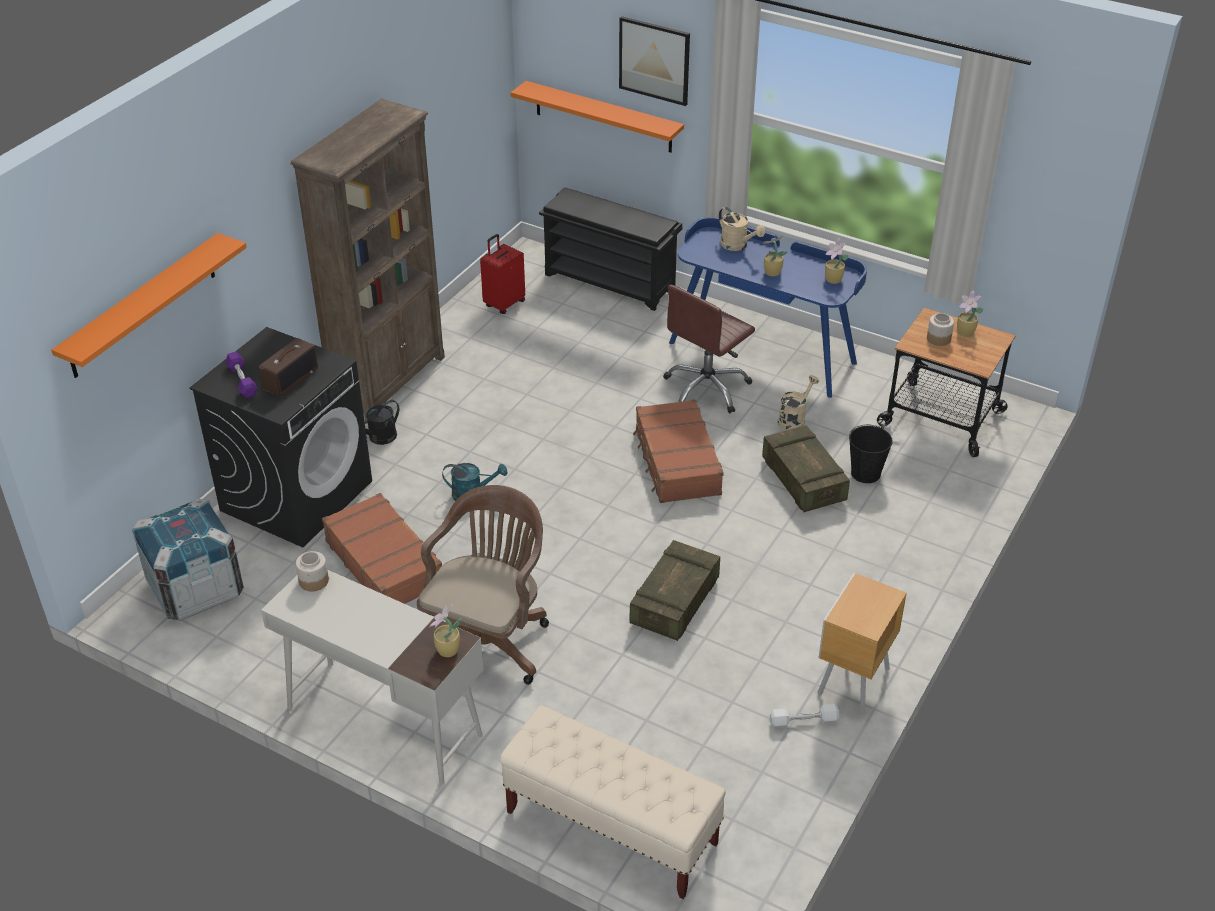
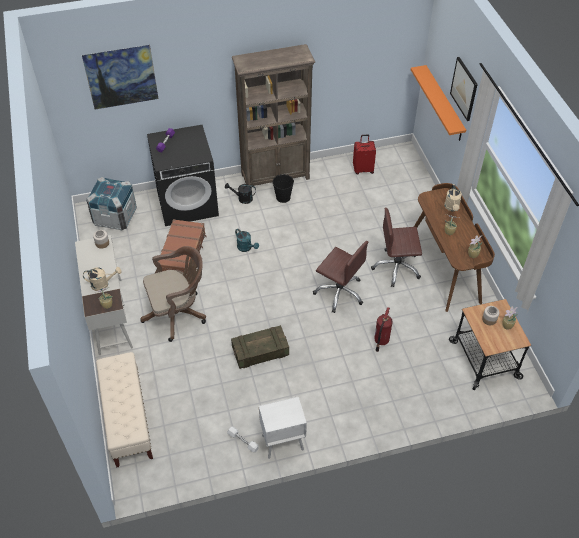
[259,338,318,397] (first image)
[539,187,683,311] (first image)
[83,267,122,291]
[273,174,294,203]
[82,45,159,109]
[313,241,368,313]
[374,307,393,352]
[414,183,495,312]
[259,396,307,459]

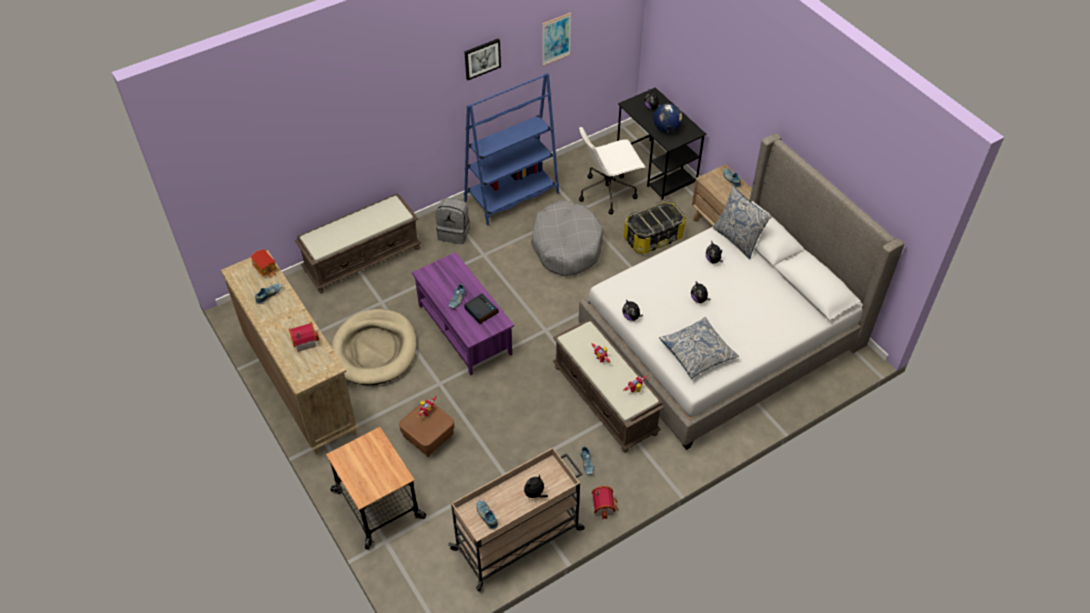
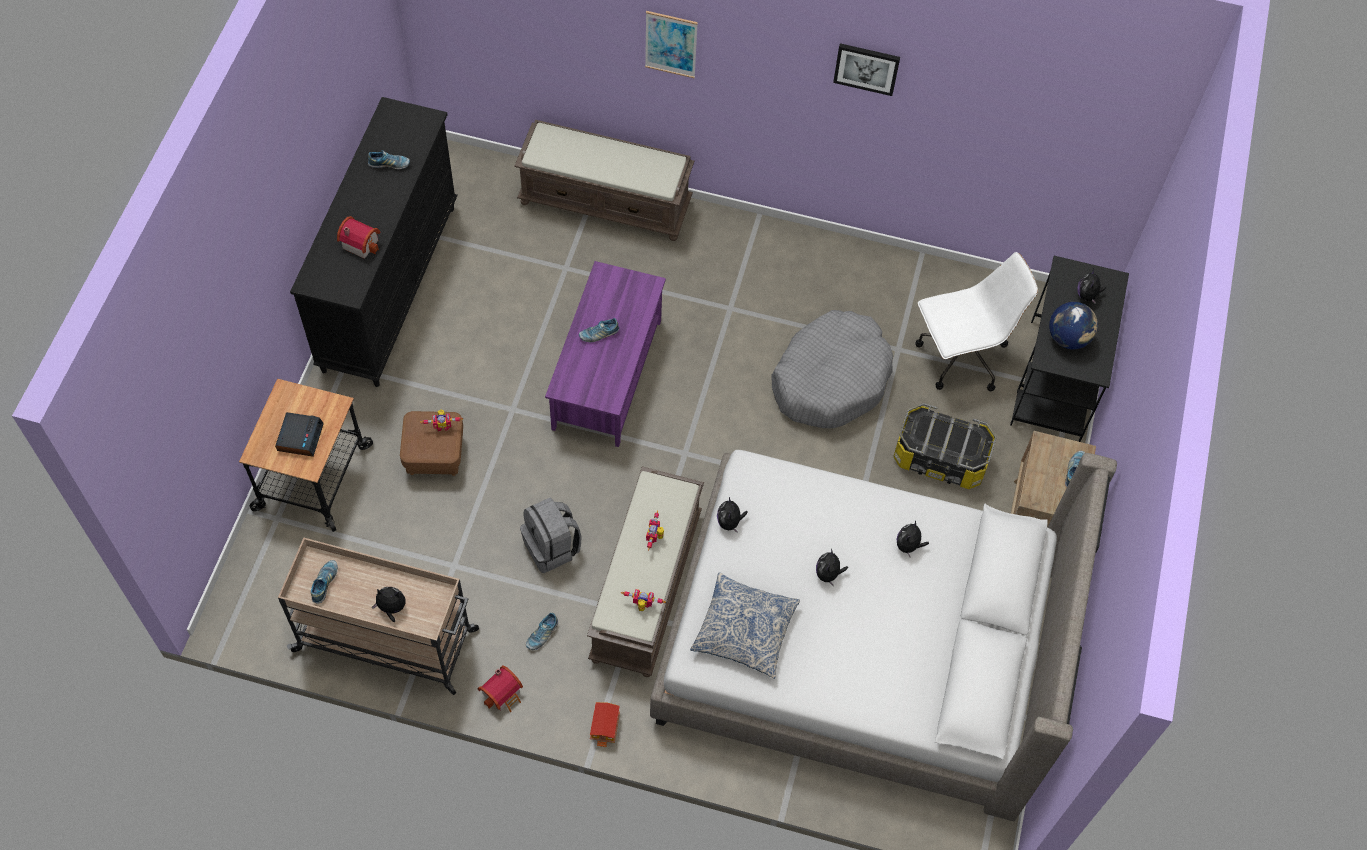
[331,309,417,386] (first image)
[464,73,559,225] (first image)
[713,186,772,259] (first image)
[590,702,620,747]
[520,497,582,573]
[275,412,324,457]
[645,11,698,78]
[290,97,458,387]
[915,252,1038,392]

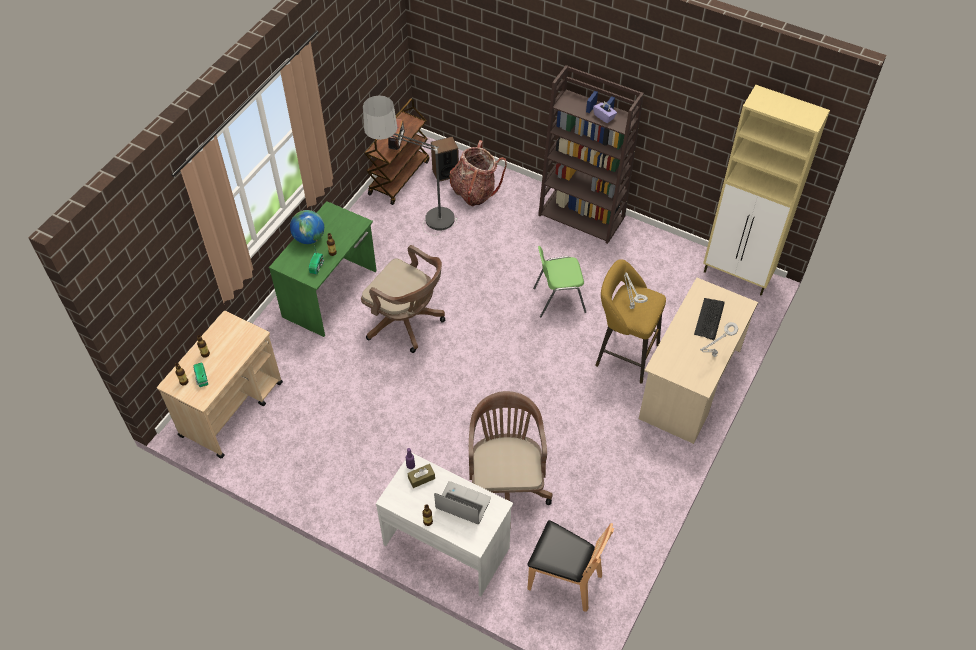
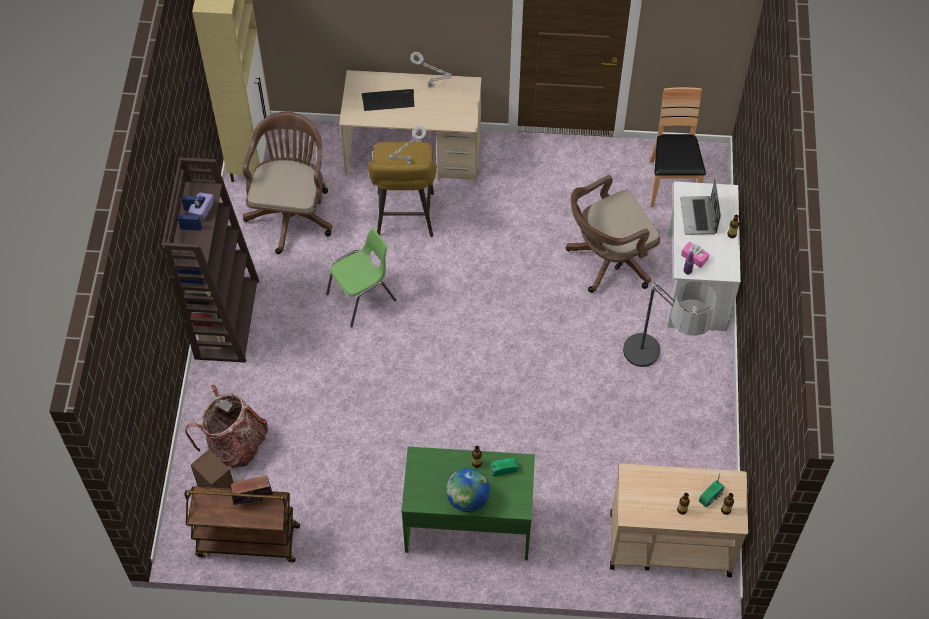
[243,112,332,254]
[623,281,717,368]
[681,241,709,268]
[326,229,396,328]

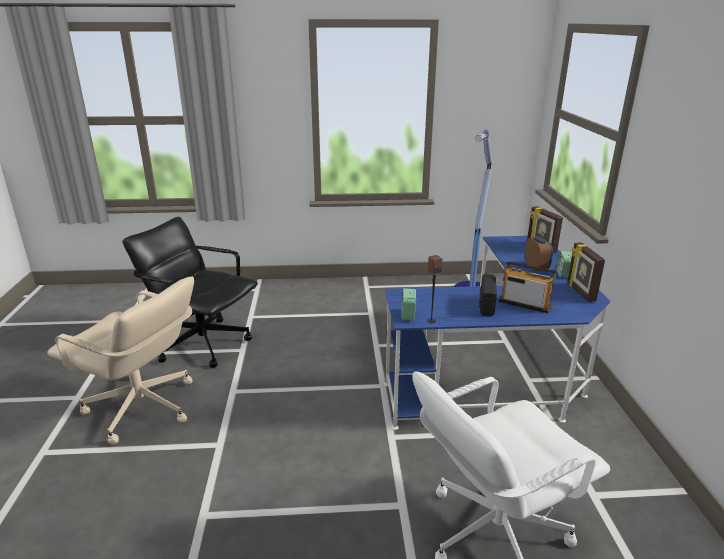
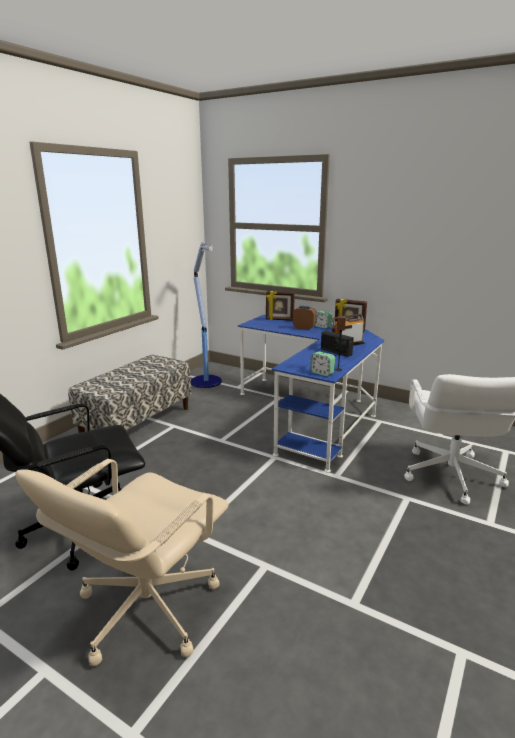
[68,355,191,433]
[15,459,229,666]

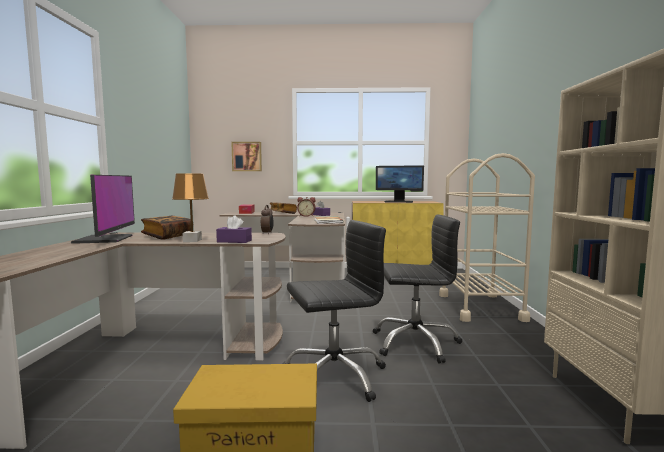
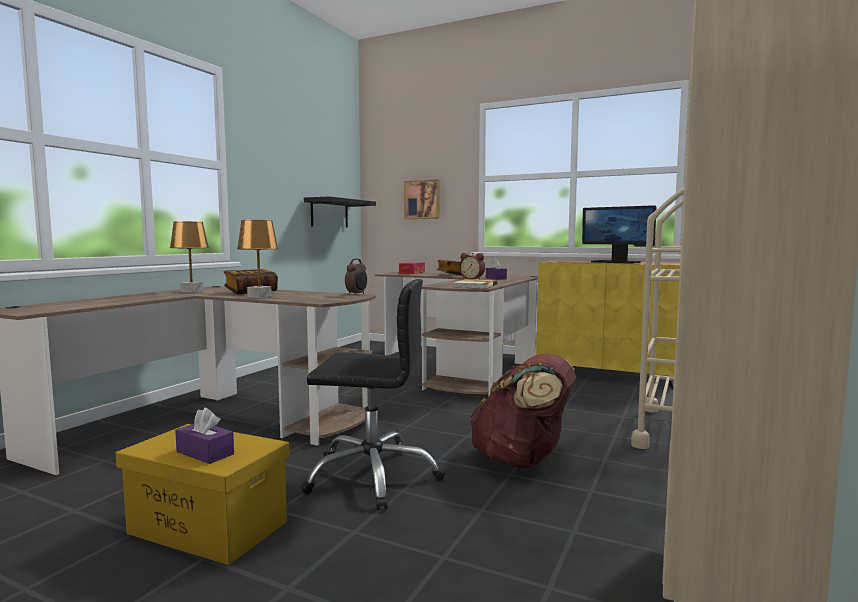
[304,196,376,227]
[175,408,234,464]
[170,221,209,293]
[469,353,576,468]

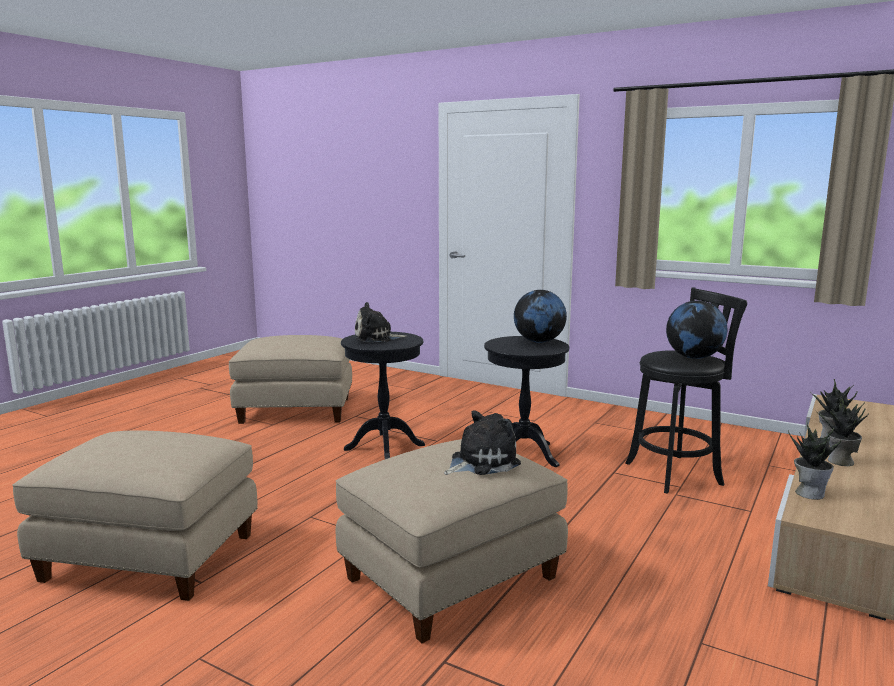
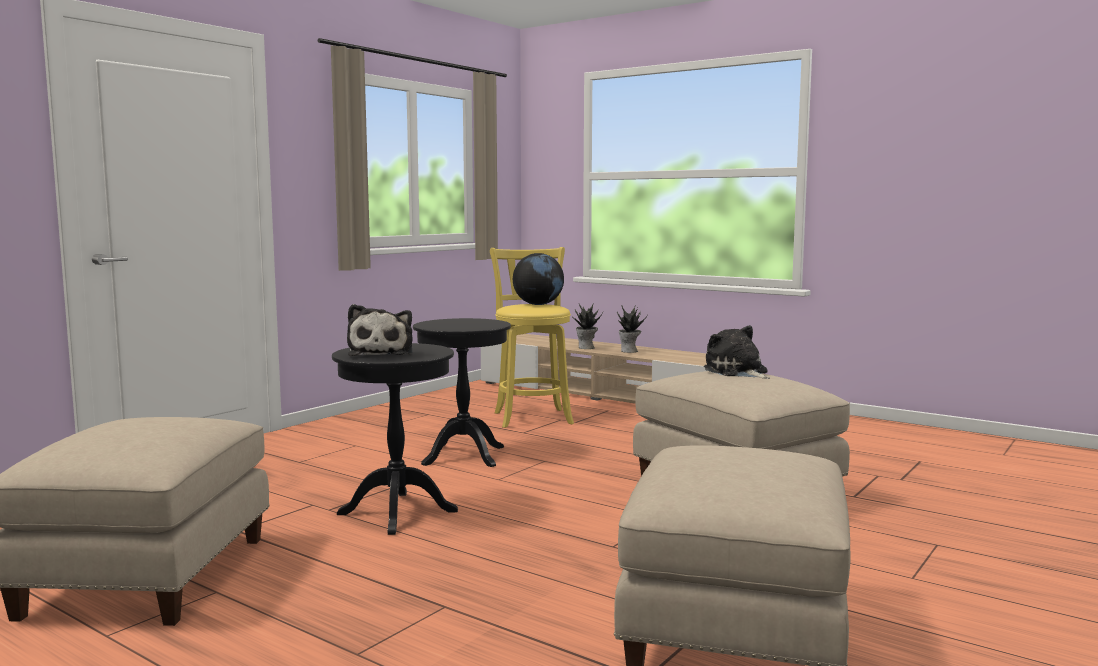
[514,290,567,343] (first image)
[788,423,841,500] (first image)
[490,247,574,428]

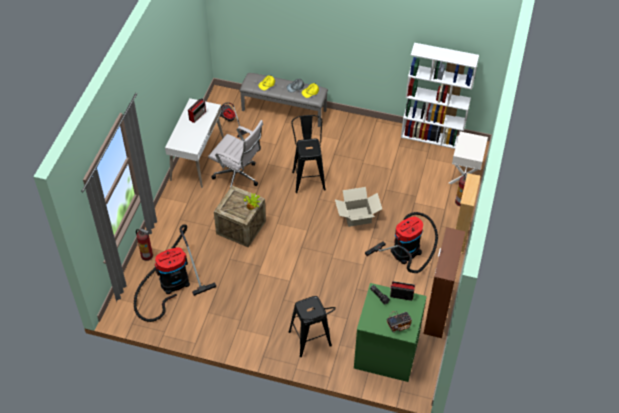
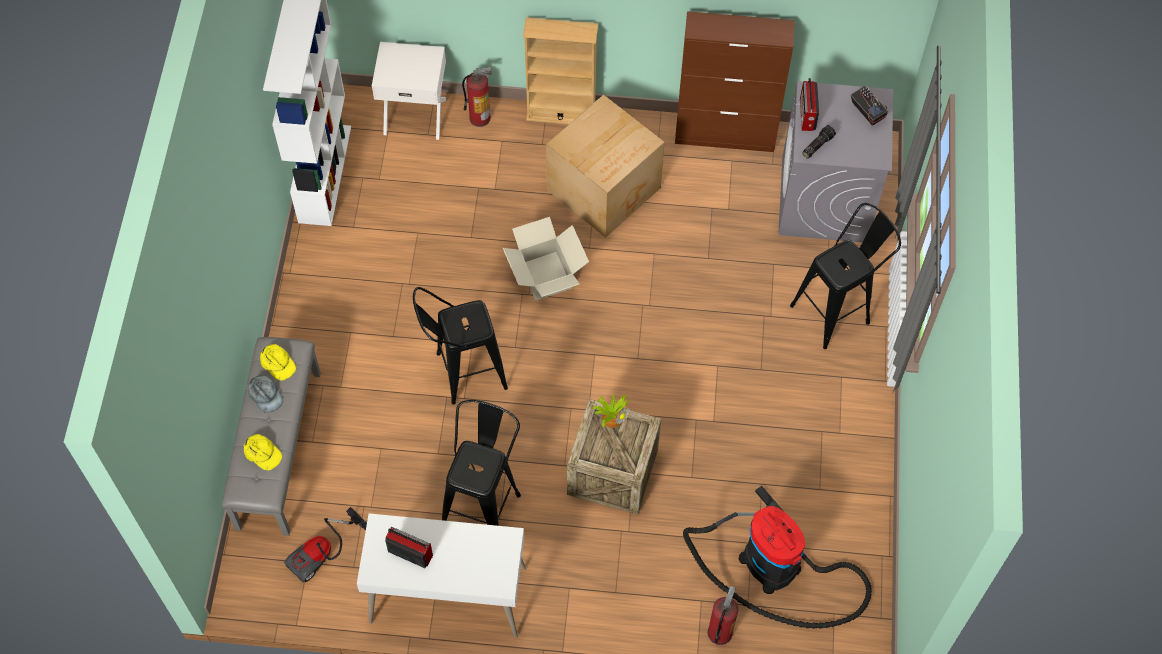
[442,400,521,526]
[546,95,665,238]
[778,81,893,242]

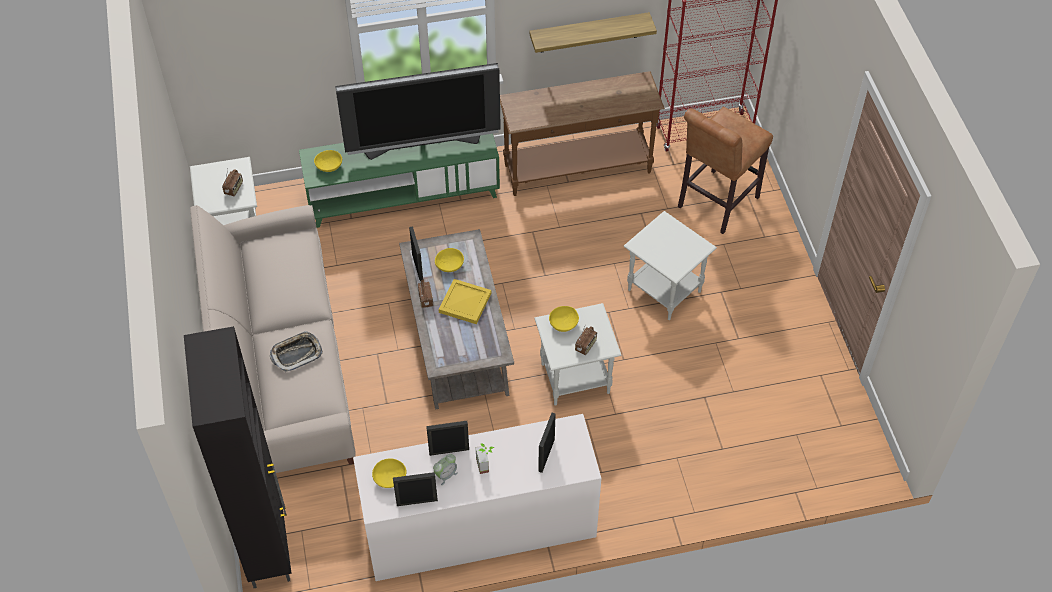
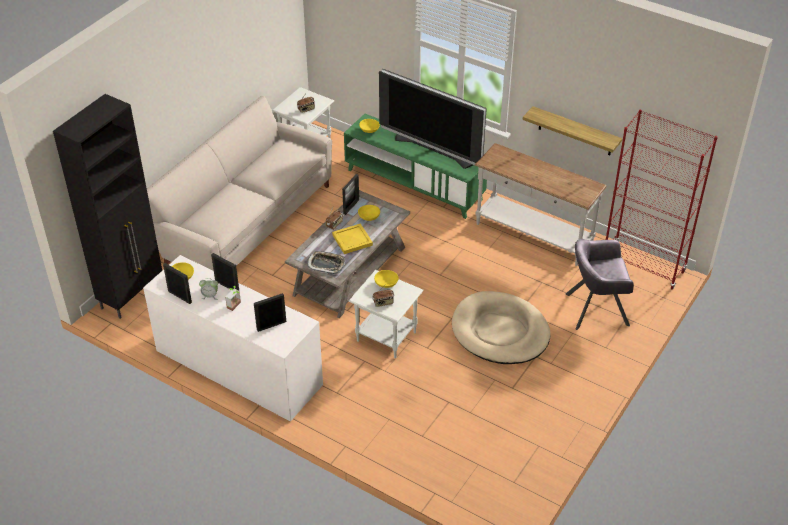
[307,251,345,274]
[452,291,551,364]
[566,239,634,330]
[475,143,607,266]

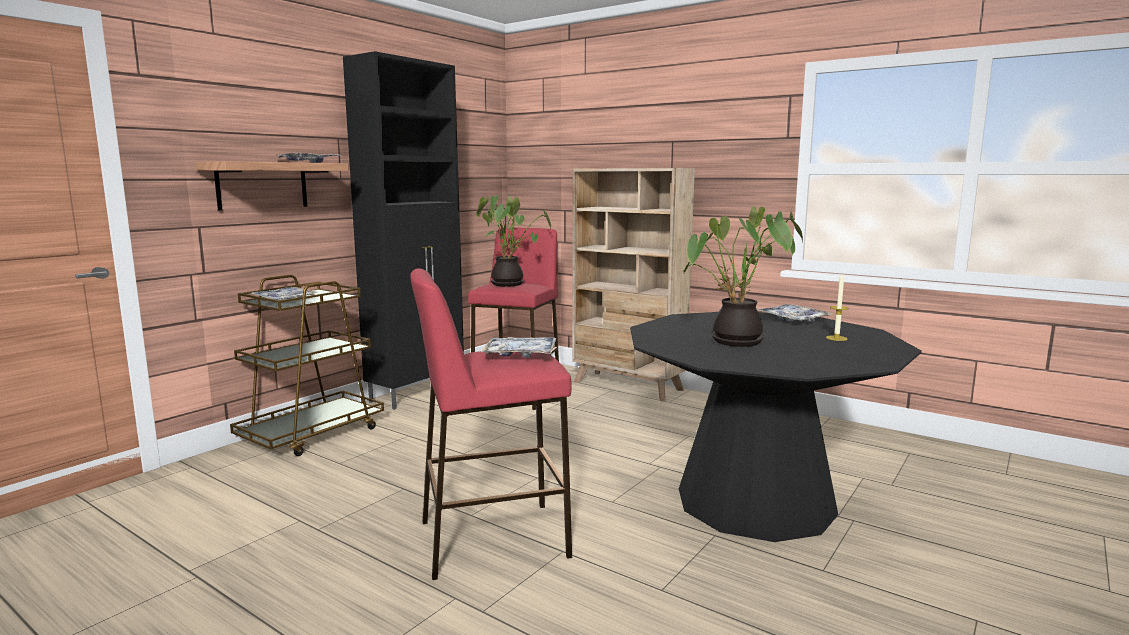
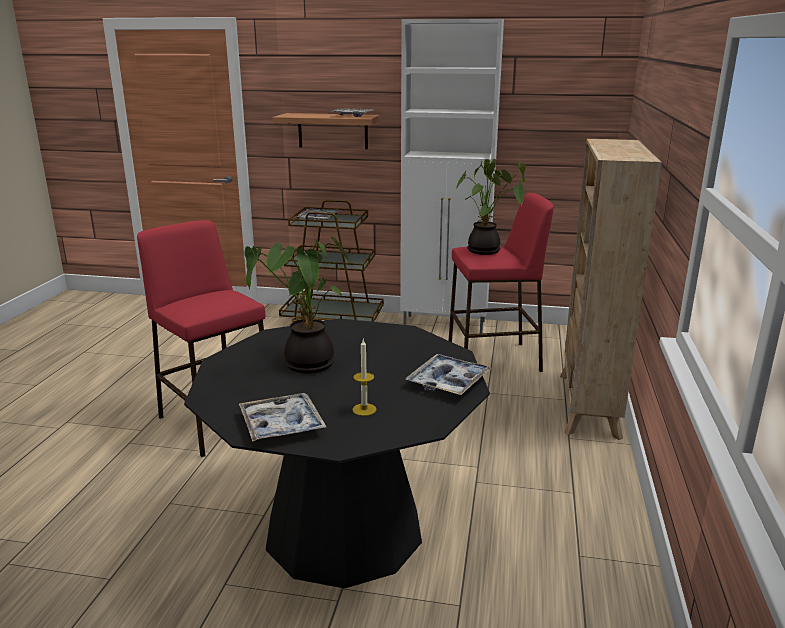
[239,393,326,442]
[400,19,504,333]

